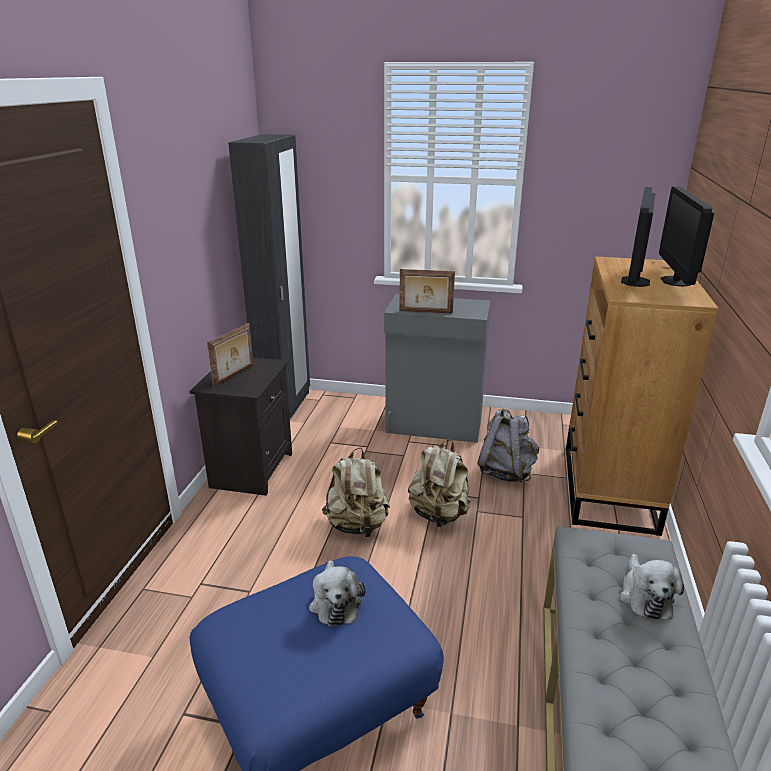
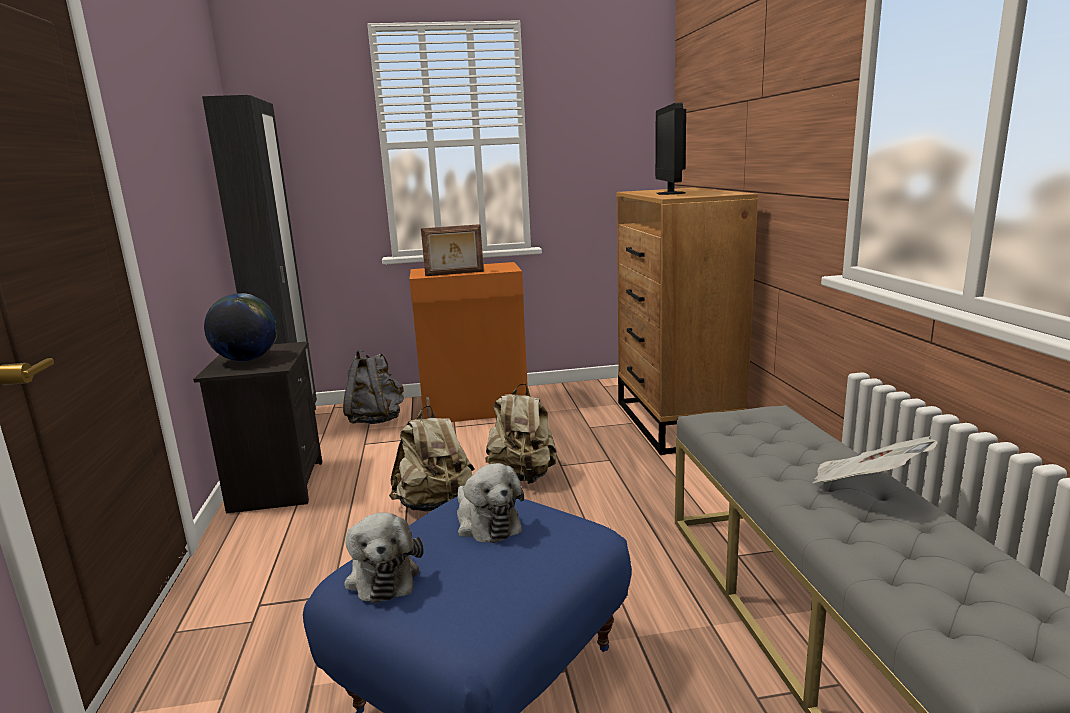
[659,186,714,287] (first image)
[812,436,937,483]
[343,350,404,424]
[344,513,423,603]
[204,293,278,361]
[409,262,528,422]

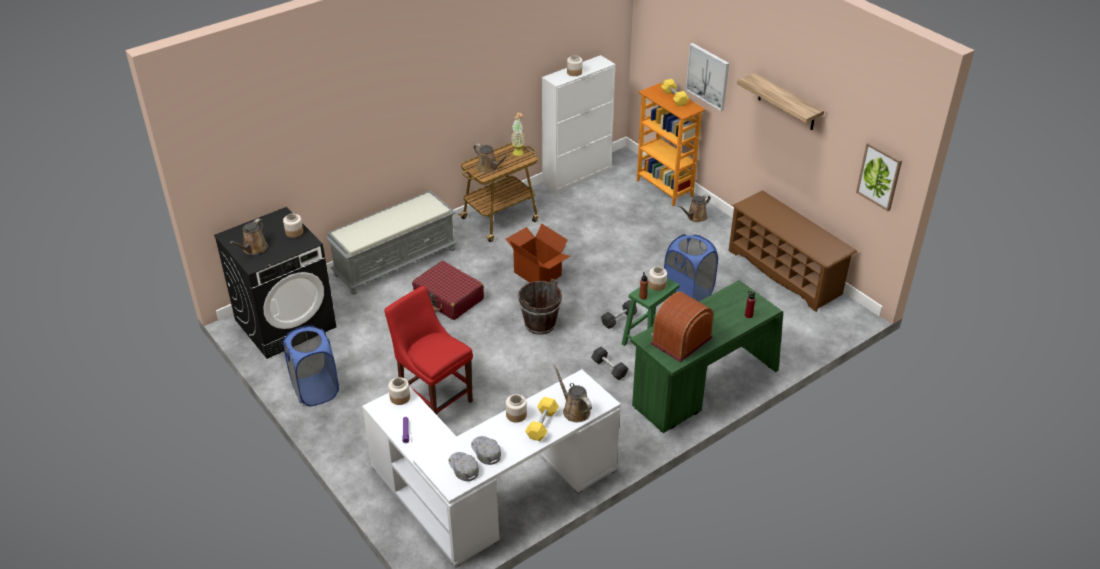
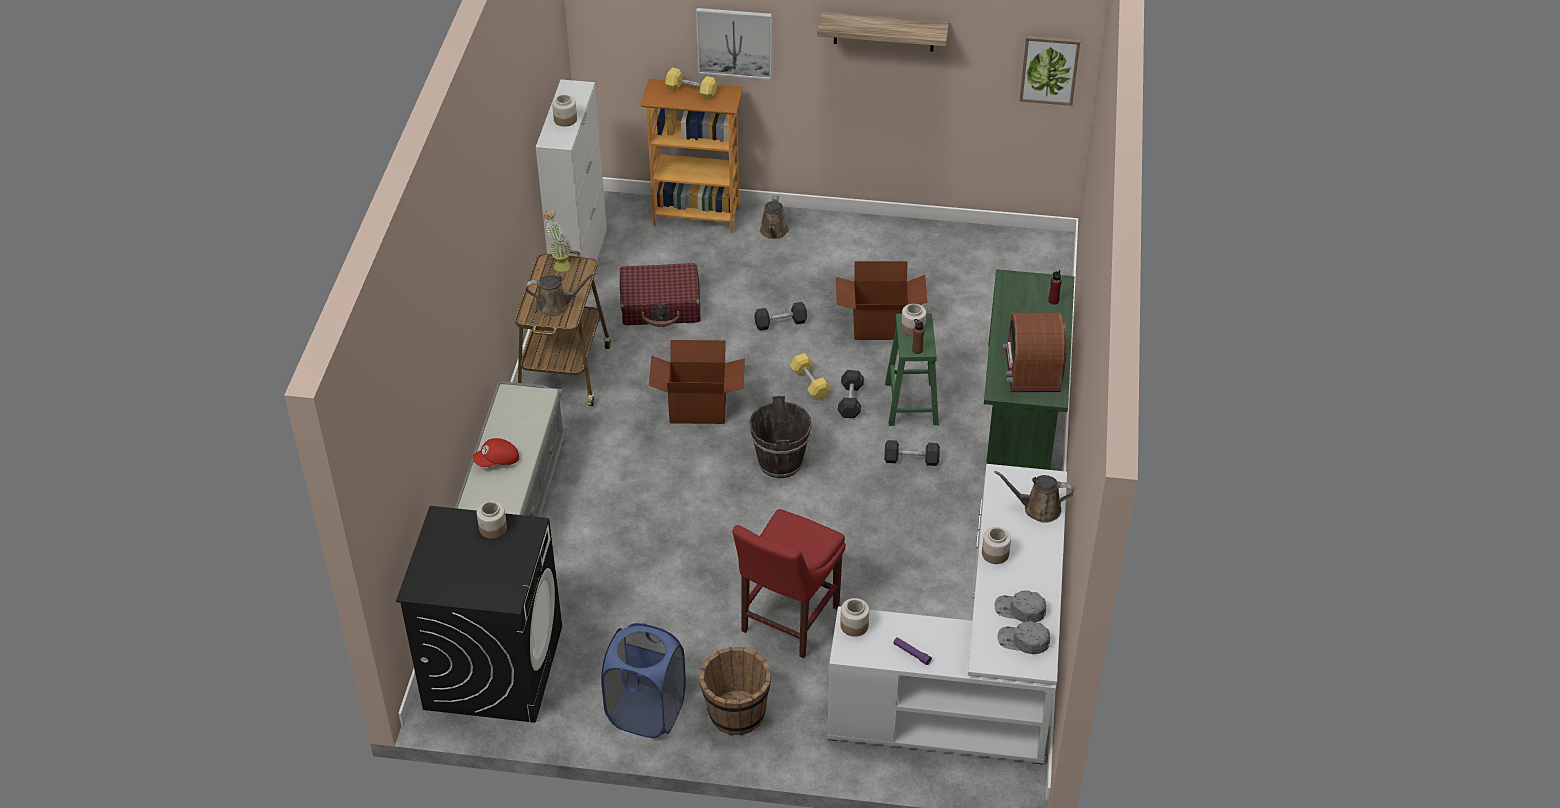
[229,218,268,255] (first image)
[729,190,857,312] (first image)
[472,438,519,467]
[699,647,771,735]
[754,302,807,331]
[620,263,701,327]
[790,353,831,400]
[836,261,927,340]
[732,509,846,658]

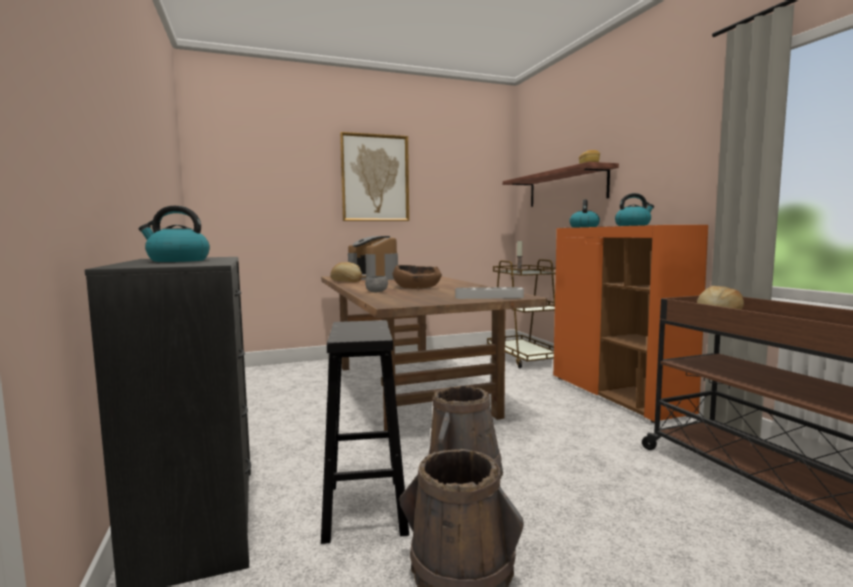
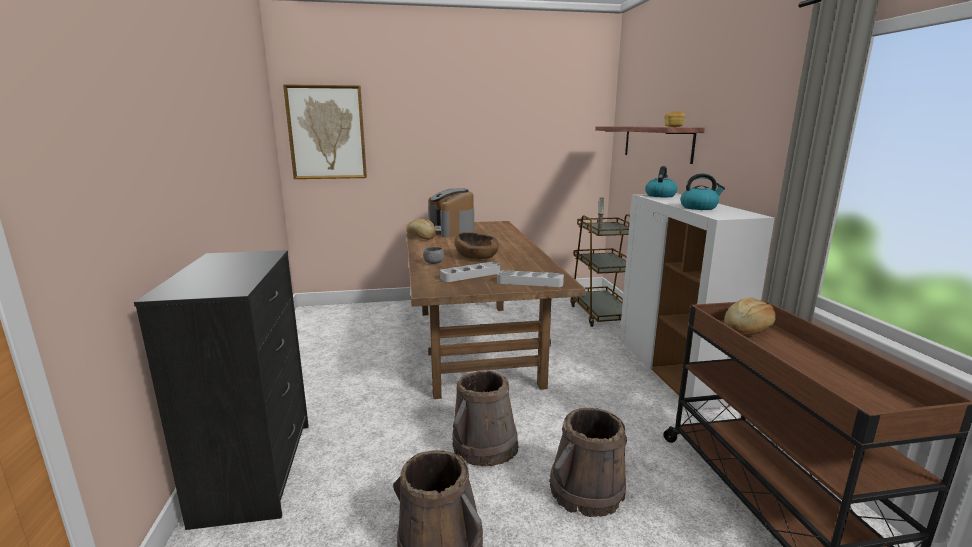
[139,206,210,262] (first image)
[321,320,409,544] (first image)
[440,262,500,282]
[549,408,627,517]
[283,84,367,179]
[619,193,775,411]

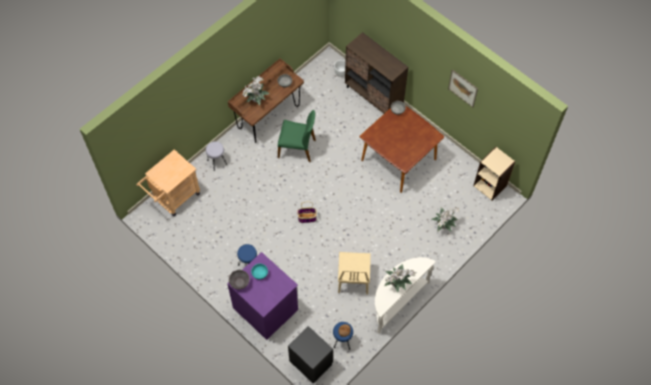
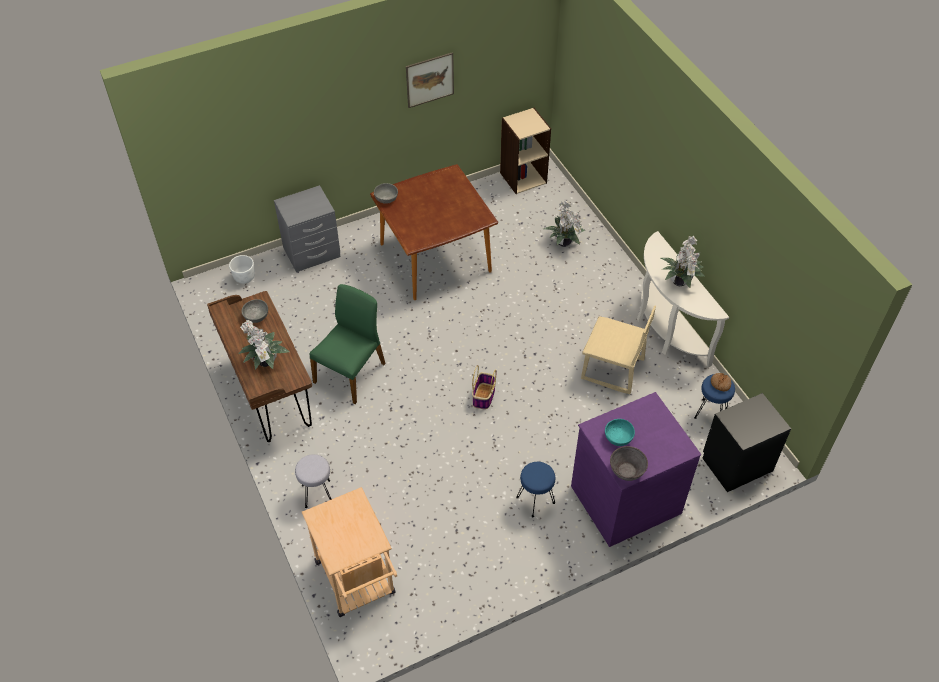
[274,185,341,272]

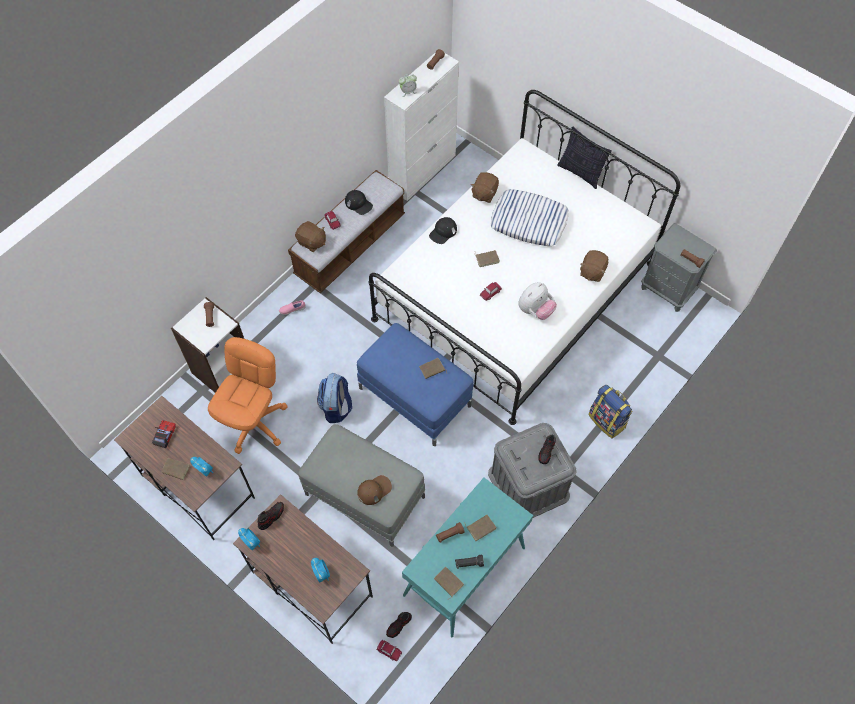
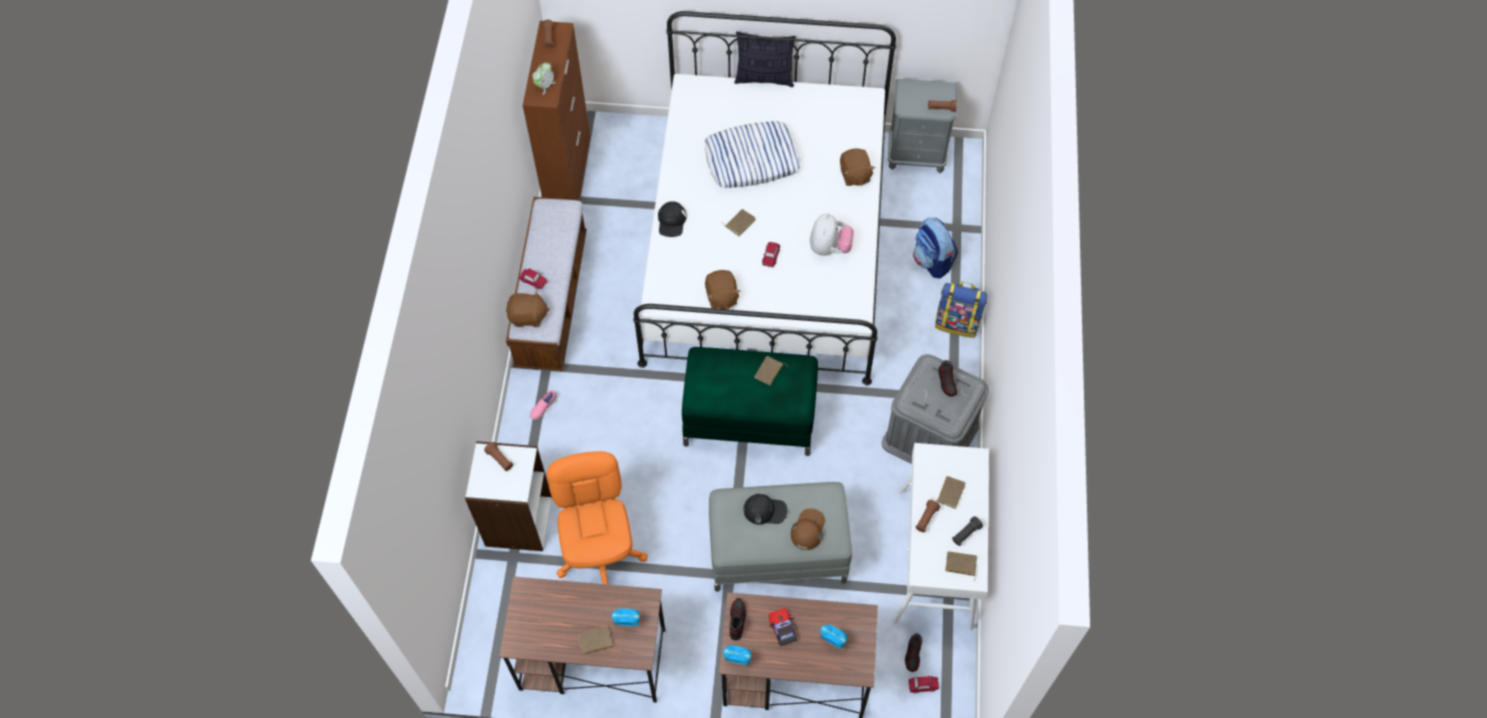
[769,608,798,646]
[913,217,958,279]
[743,494,788,525]
[705,270,741,309]
[682,347,818,456]
[523,21,590,200]
[894,443,989,630]

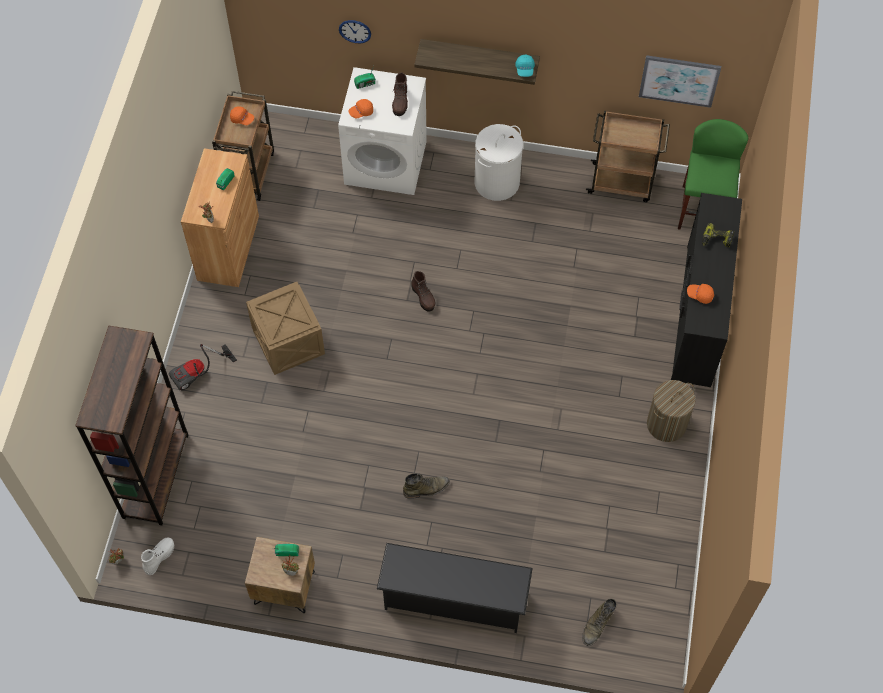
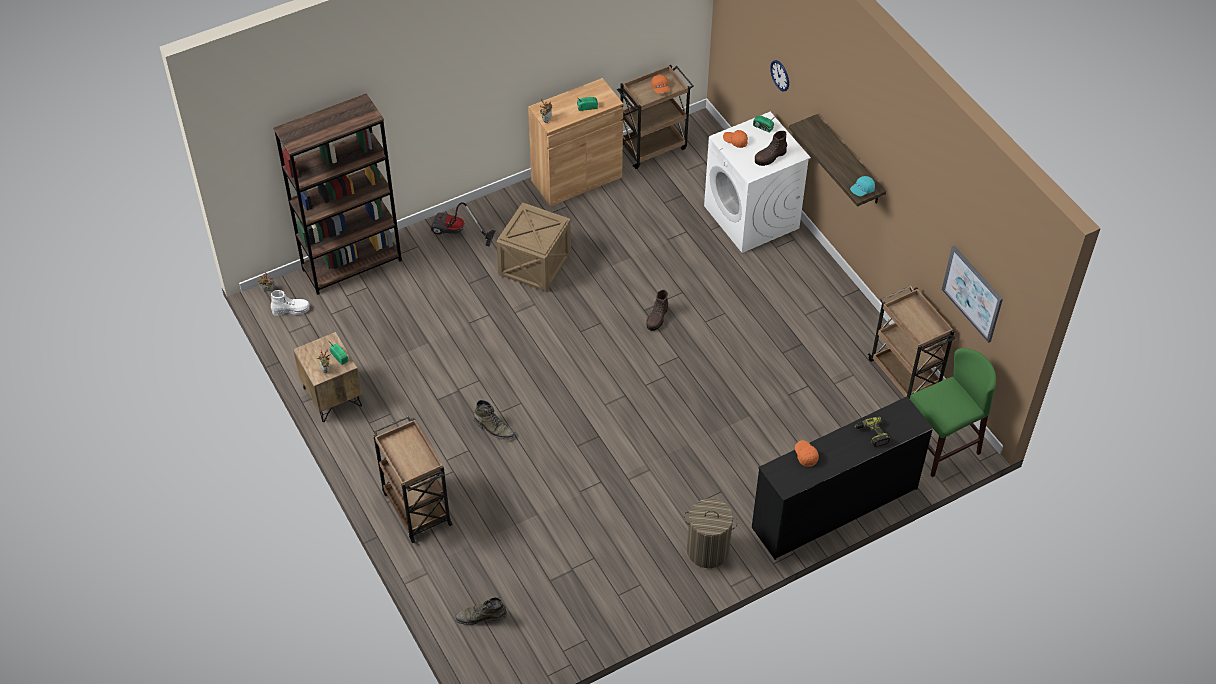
[474,124,523,201] (first image)
[373,416,453,543]

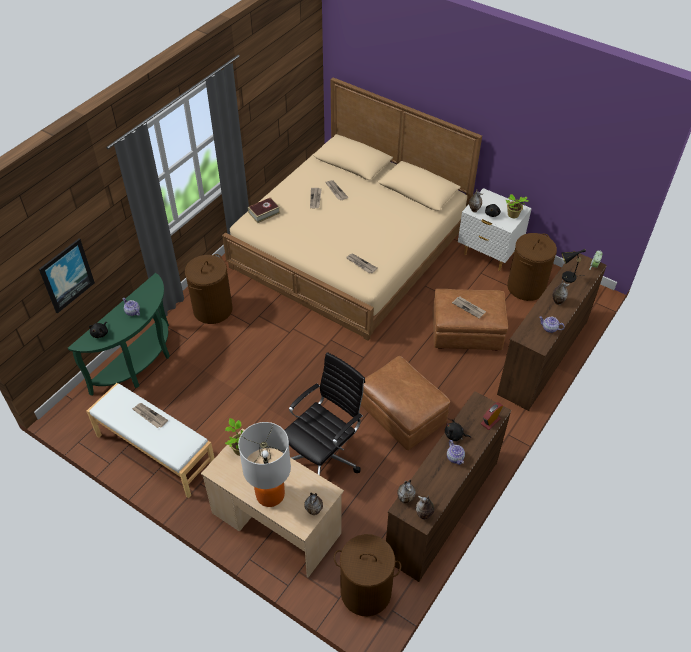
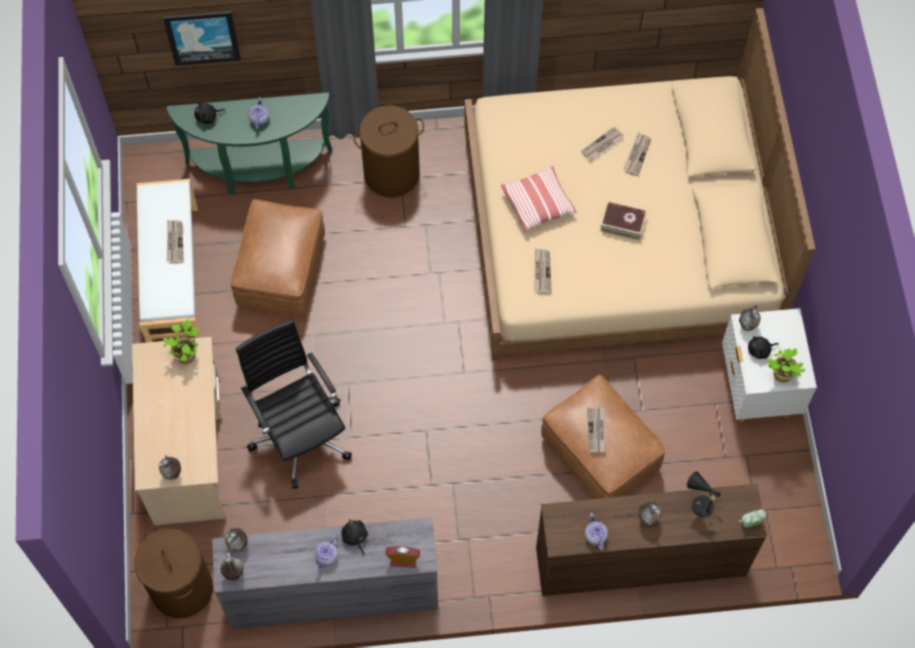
[238,422,291,507] (first image)
[507,233,557,301] (first image)
[501,166,577,232]
[600,202,647,240]
[230,199,325,316]
[212,517,438,630]
[236,319,352,489]

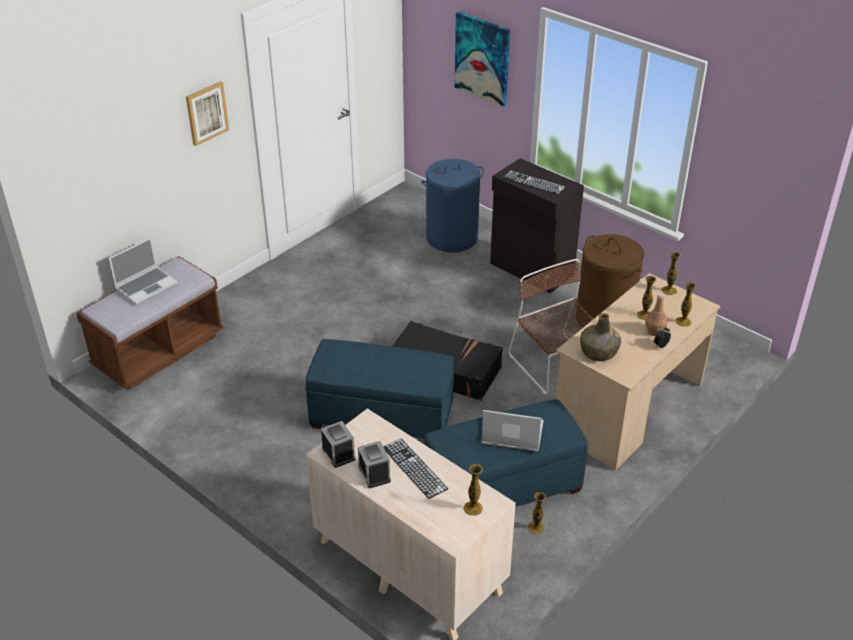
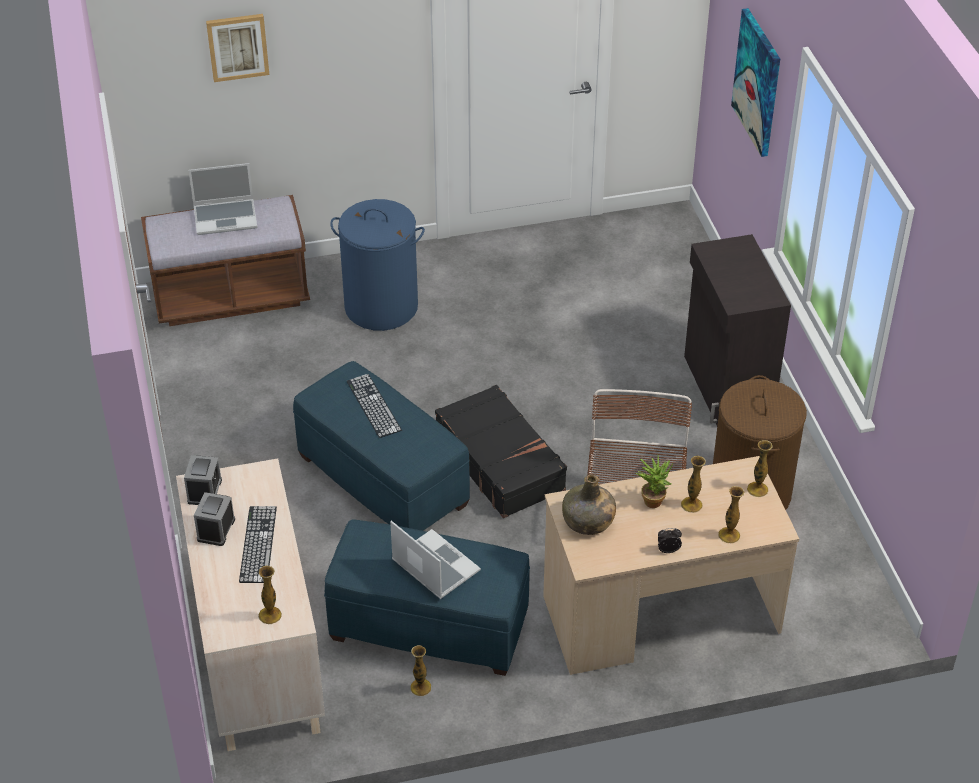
[645,293,668,336] (first image)
[636,456,673,508]
[206,14,269,82]
[330,199,425,331]
[346,374,402,438]

